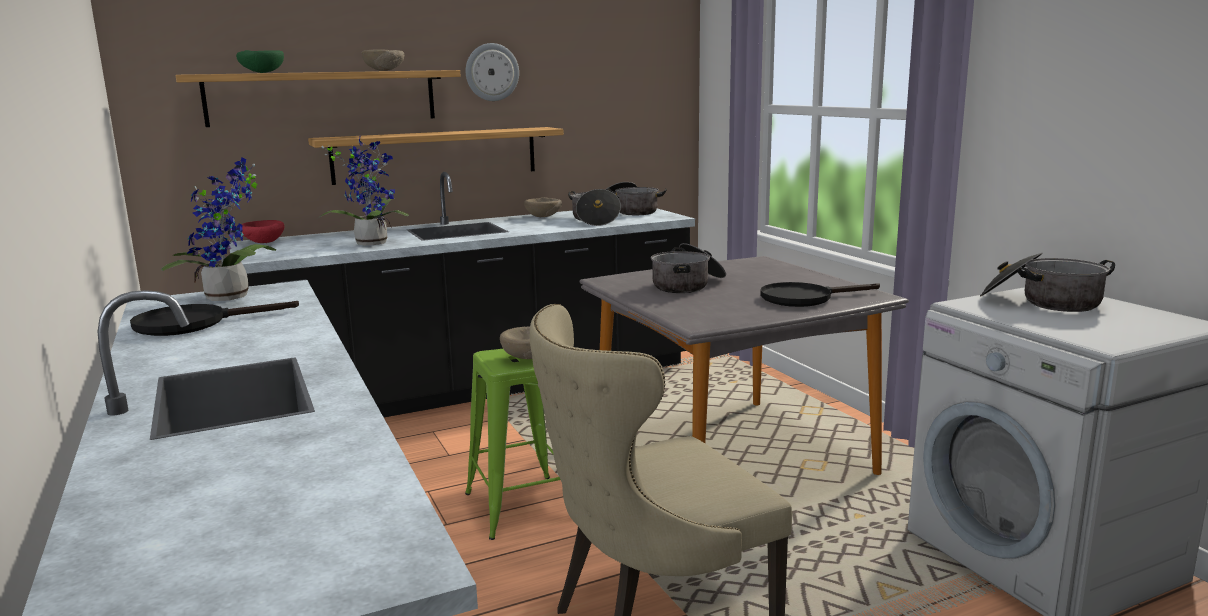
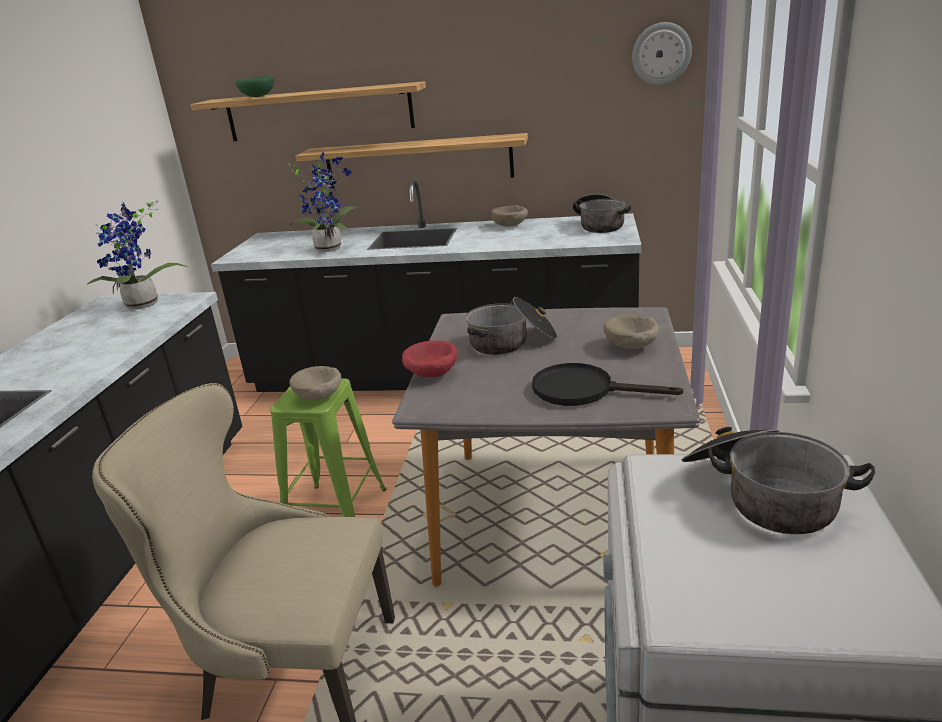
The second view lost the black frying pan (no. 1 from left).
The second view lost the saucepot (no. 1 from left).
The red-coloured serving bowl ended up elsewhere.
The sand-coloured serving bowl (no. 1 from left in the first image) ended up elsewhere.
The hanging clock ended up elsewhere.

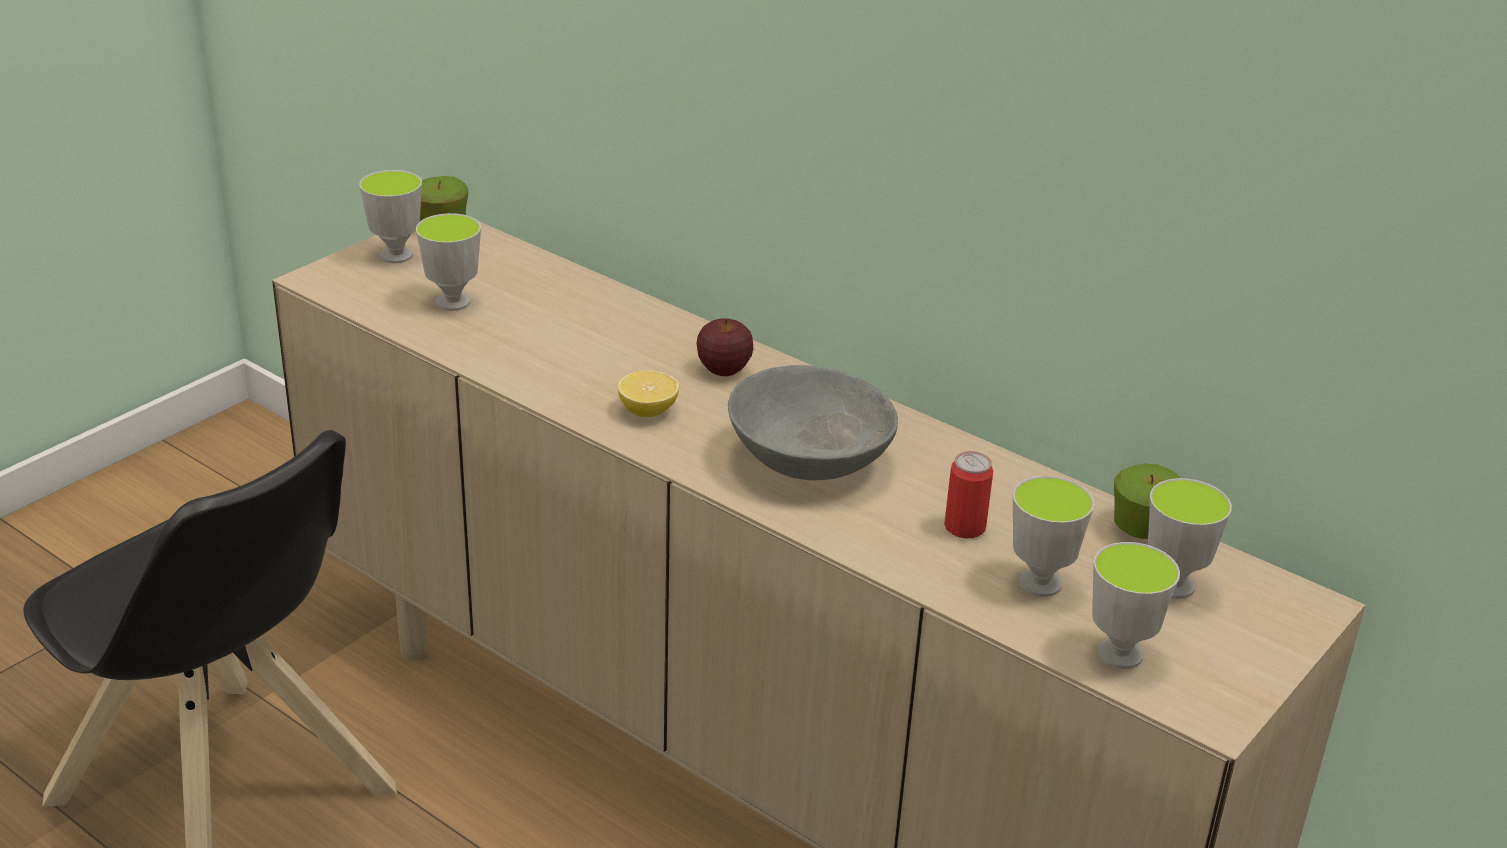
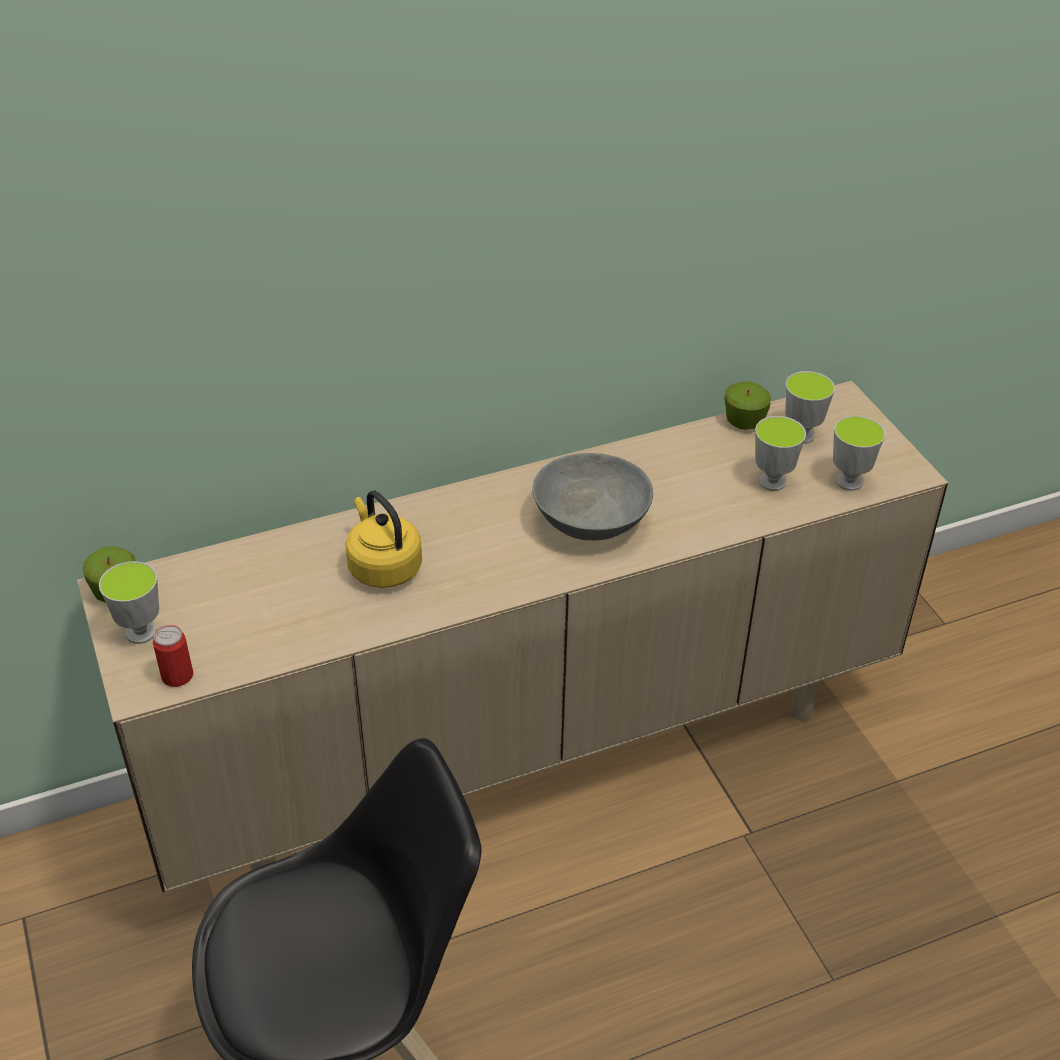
The second view lost the cup (no. 2 from left).
The second view lost the citrus fruit.
The second view lost the apple (no. 2 from left).
The second view gained the yellow water kettle.
The metal can ended up elsewhere.

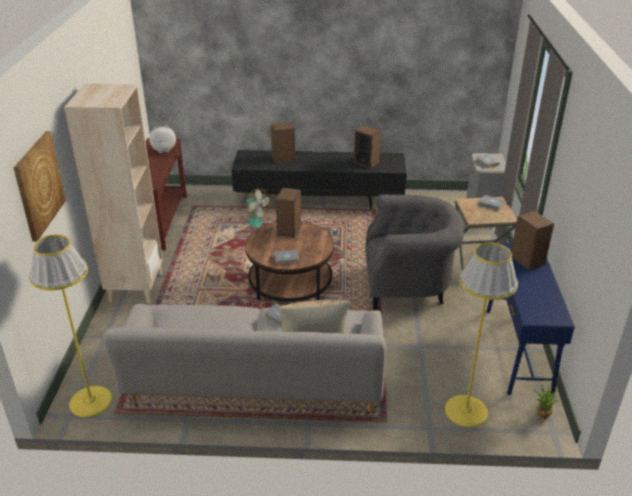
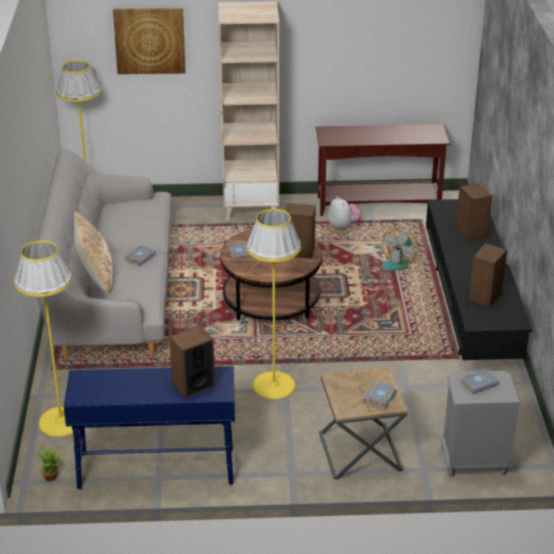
The plush toy ended up elsewhere.
Where the gray lounge chair stood, the yellow standing lamp (no. 3 from left) came to stand.

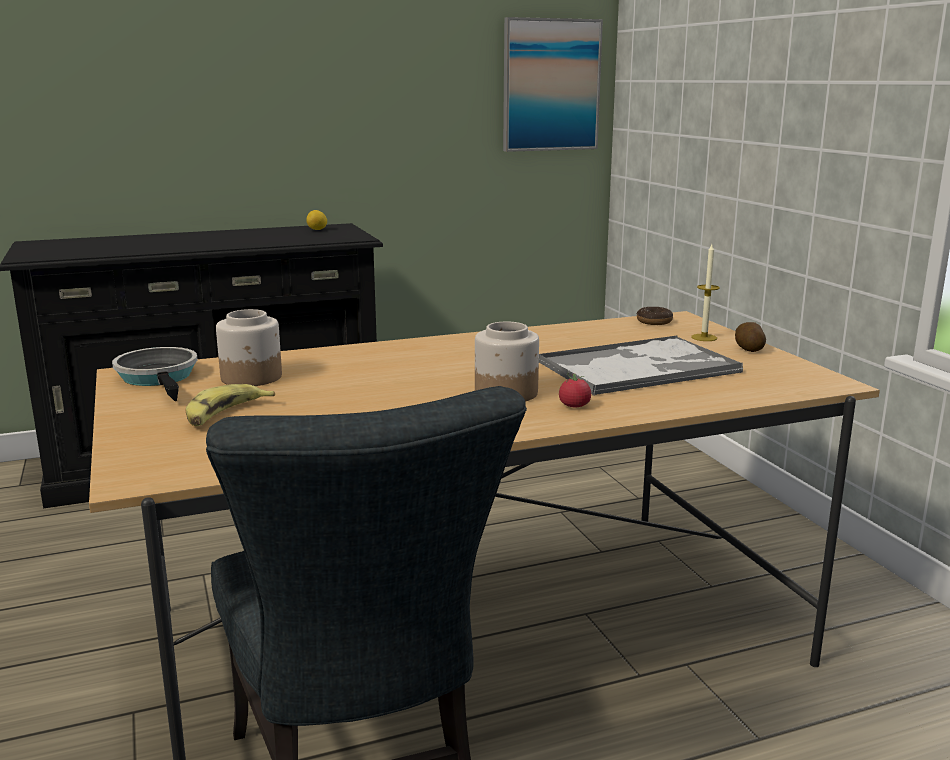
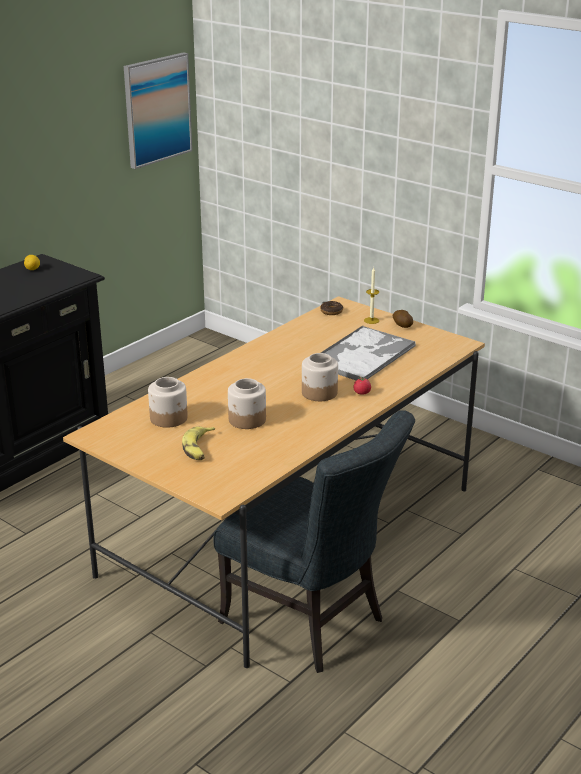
The second view lost the frying pan.
The second view gained the preserve jar (no. 2 from left).

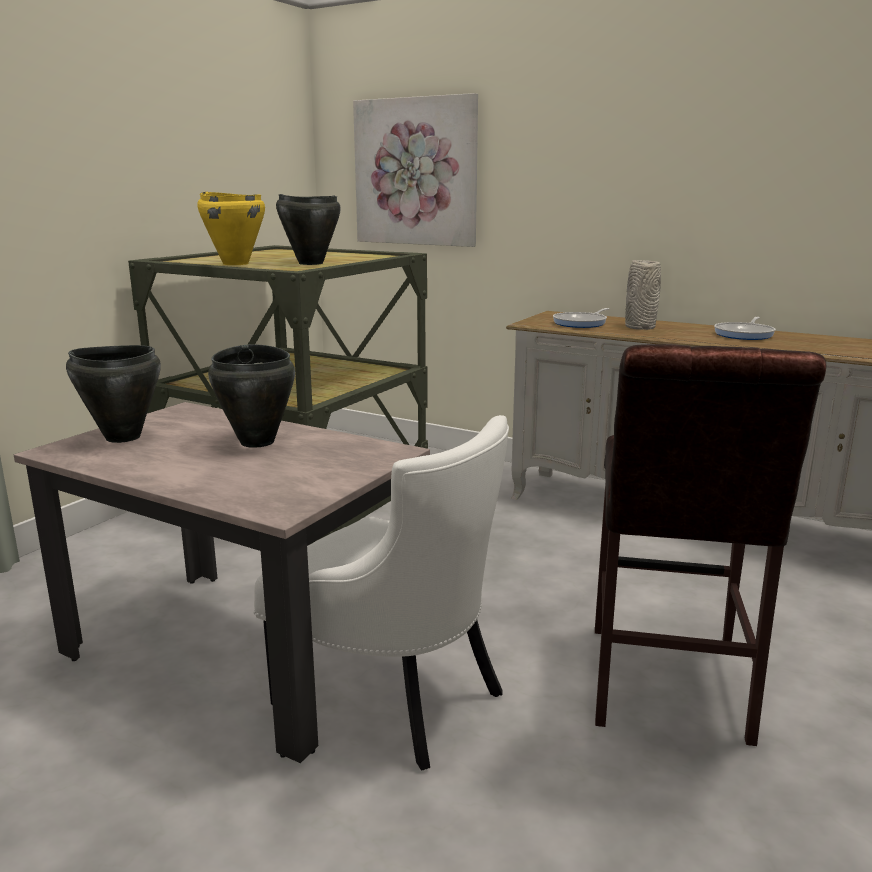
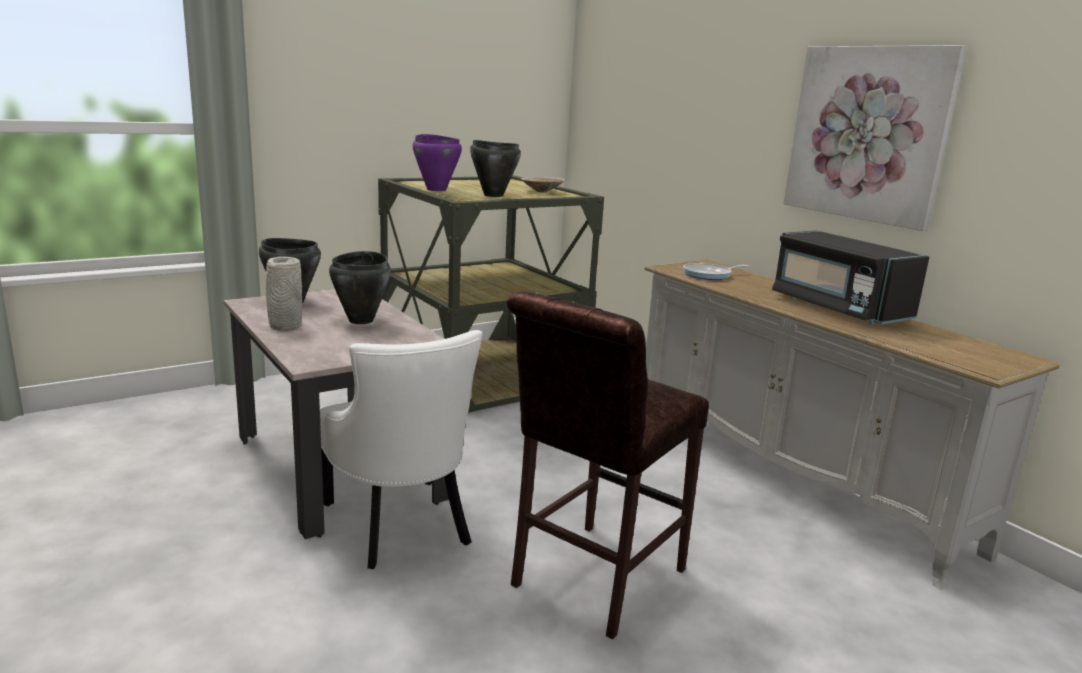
The second view gained the sand-coloured serving bowl.
The wall picture ended up elsewhere.
The gray decorative vase ended up elsewhere.
Where the frying pan (no. 2 from left) stood, the black kitchen microwave came to stand.
What was the yellow saucepot turned into the purple-coloured saucepot.

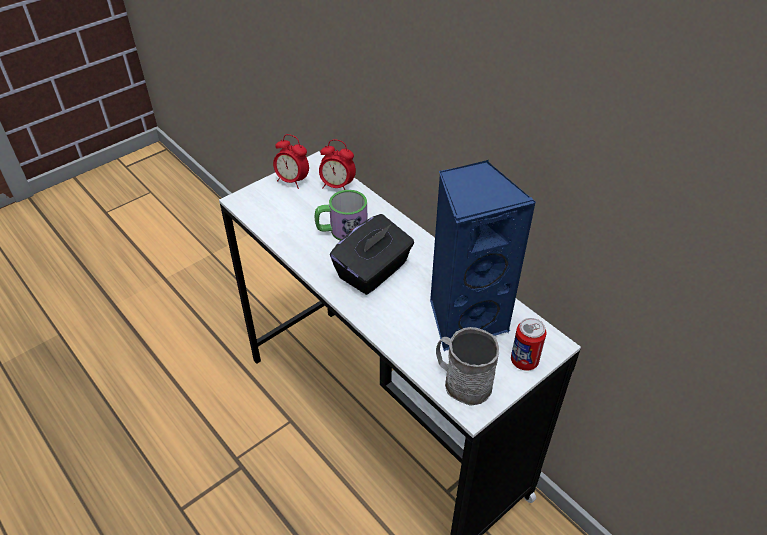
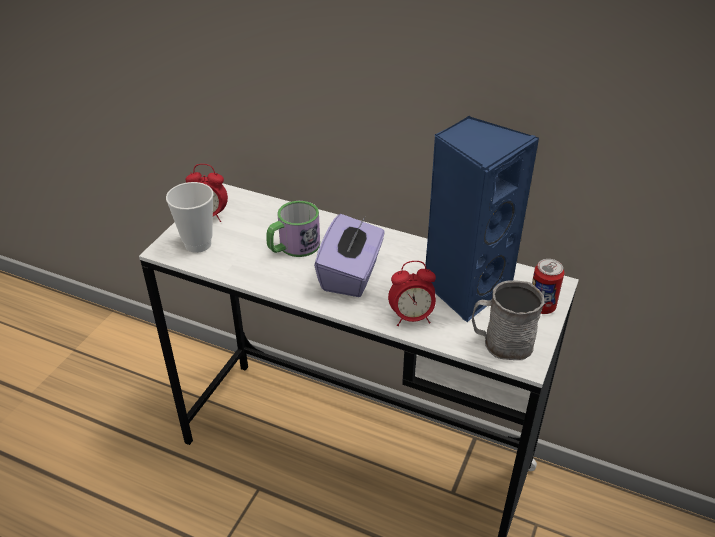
The second view gained the cup.
The table clock (no. 2 from left) ended up elsewhere.
What was the black tissue box turned into the purple-coloured tissue box.

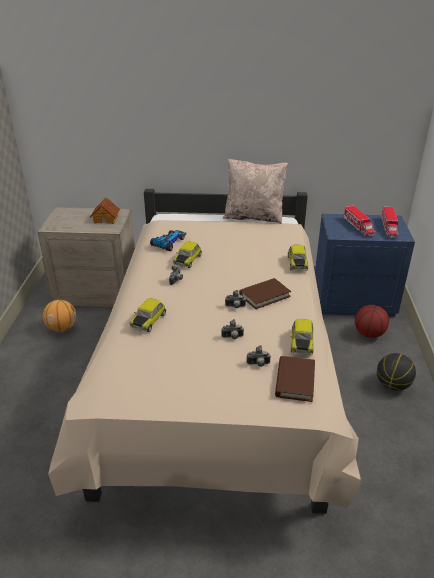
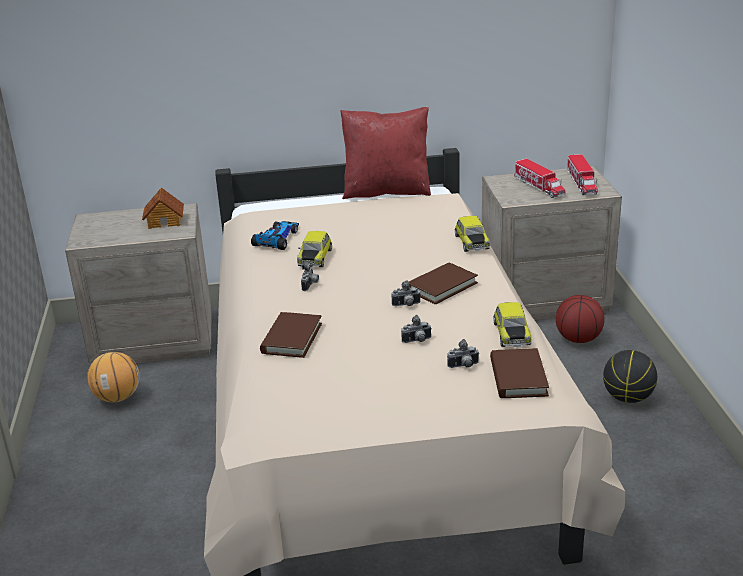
Where the miniature car (no. 1 from left) stood, the brown volume (no. 1 from left) came to stand.
What was the sand-coloured pillow turned into the red-coloured pillow.
What was the blue night table turned into the sand-coloured night table (no. 2 from left).

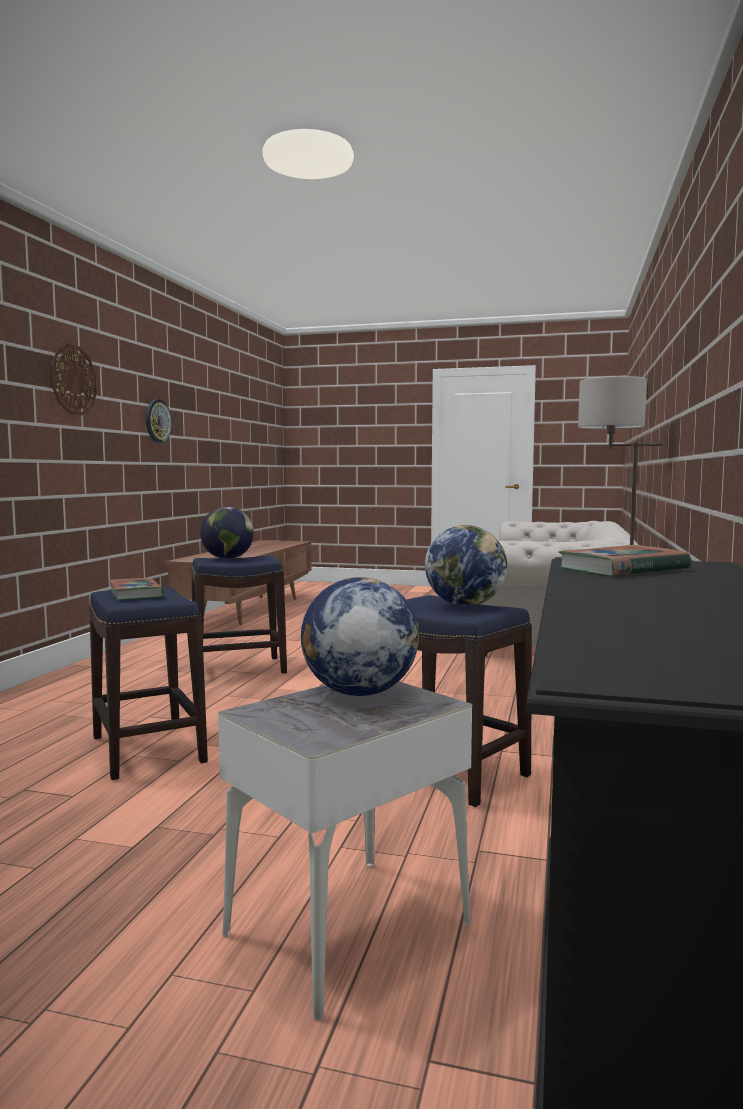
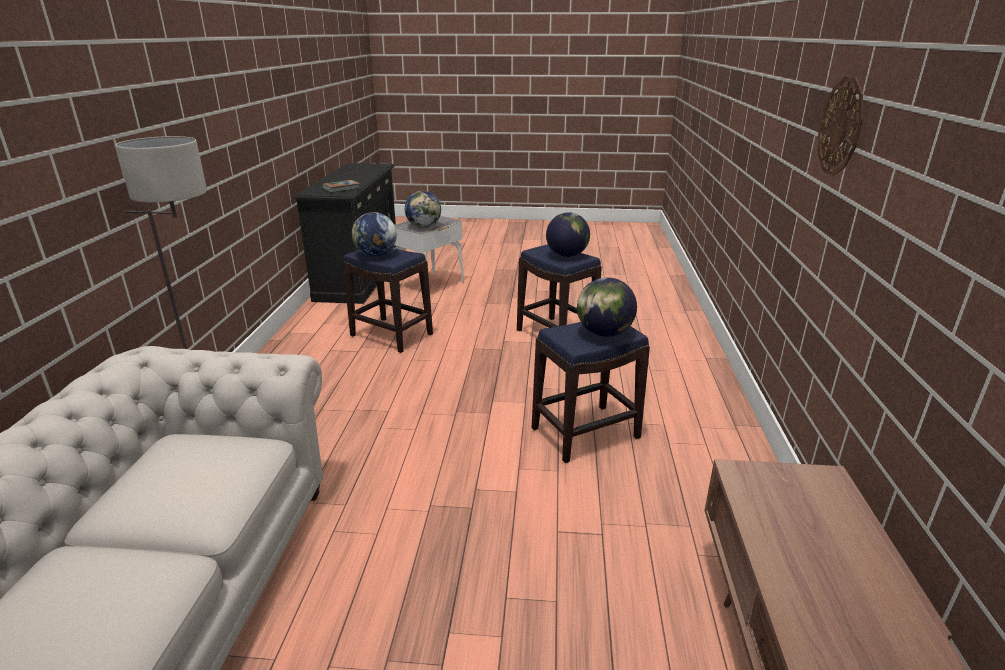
The second view lost the hanging clock (no. 2 from left).
Where the volume (no. 1 from left) stood, the desk globe (no. 3 from left) came to stand.

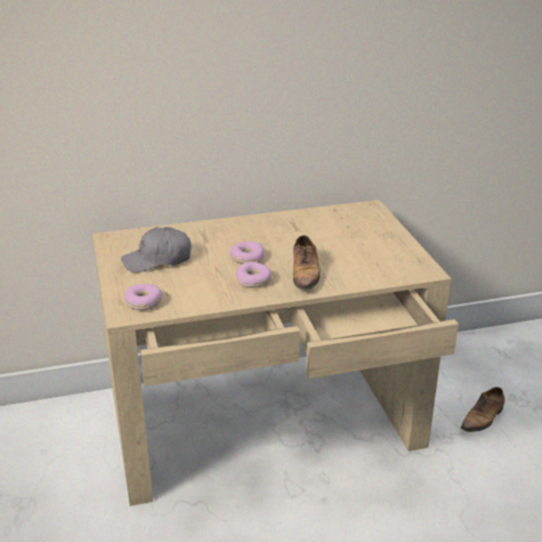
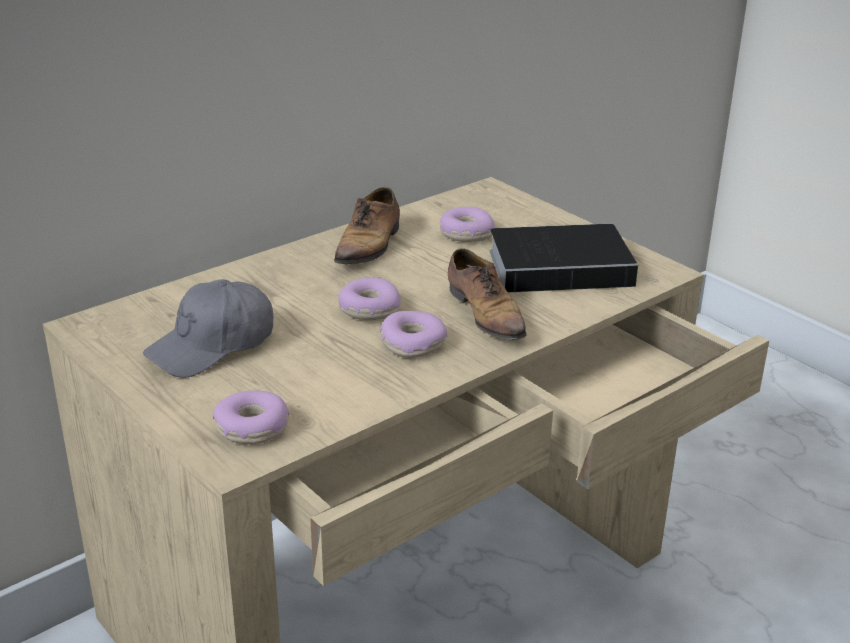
The second view gained the doughnut (no. 4 from left).
The second view gained the volume.
The item of footwear (no. 2 from left in the first image) ended up elsewhere.

